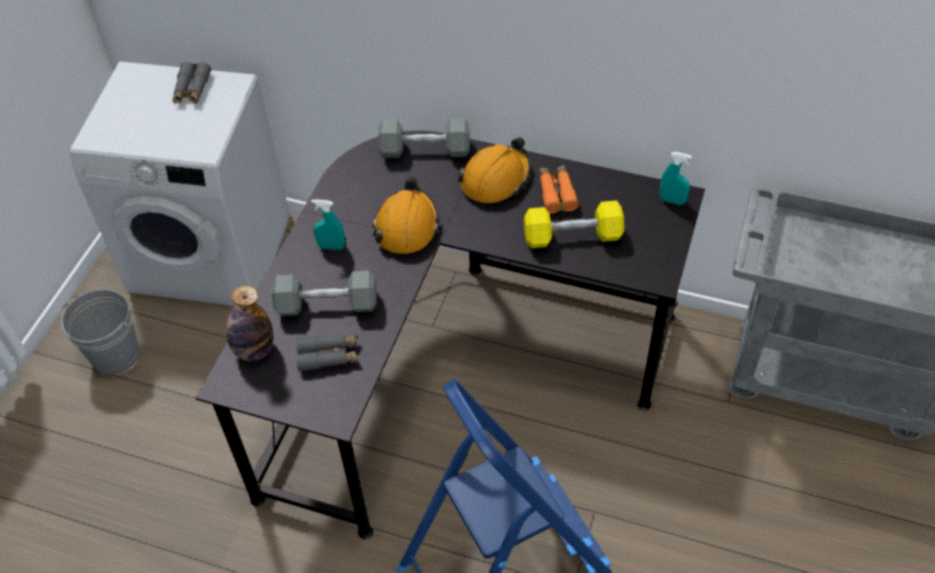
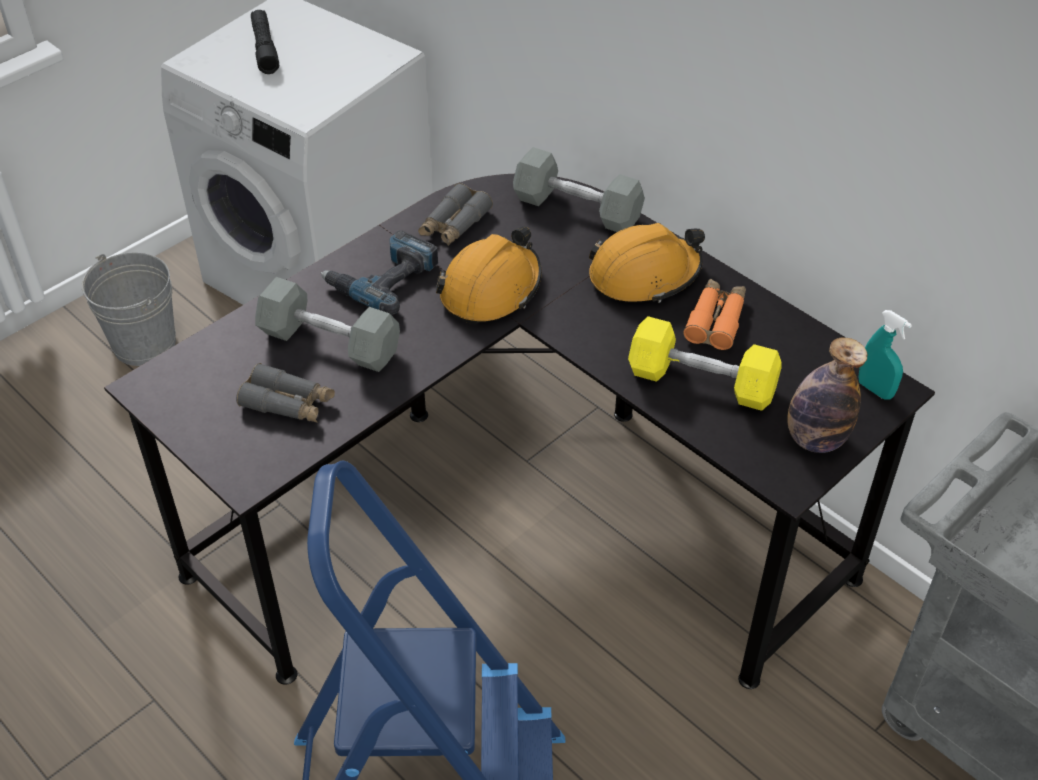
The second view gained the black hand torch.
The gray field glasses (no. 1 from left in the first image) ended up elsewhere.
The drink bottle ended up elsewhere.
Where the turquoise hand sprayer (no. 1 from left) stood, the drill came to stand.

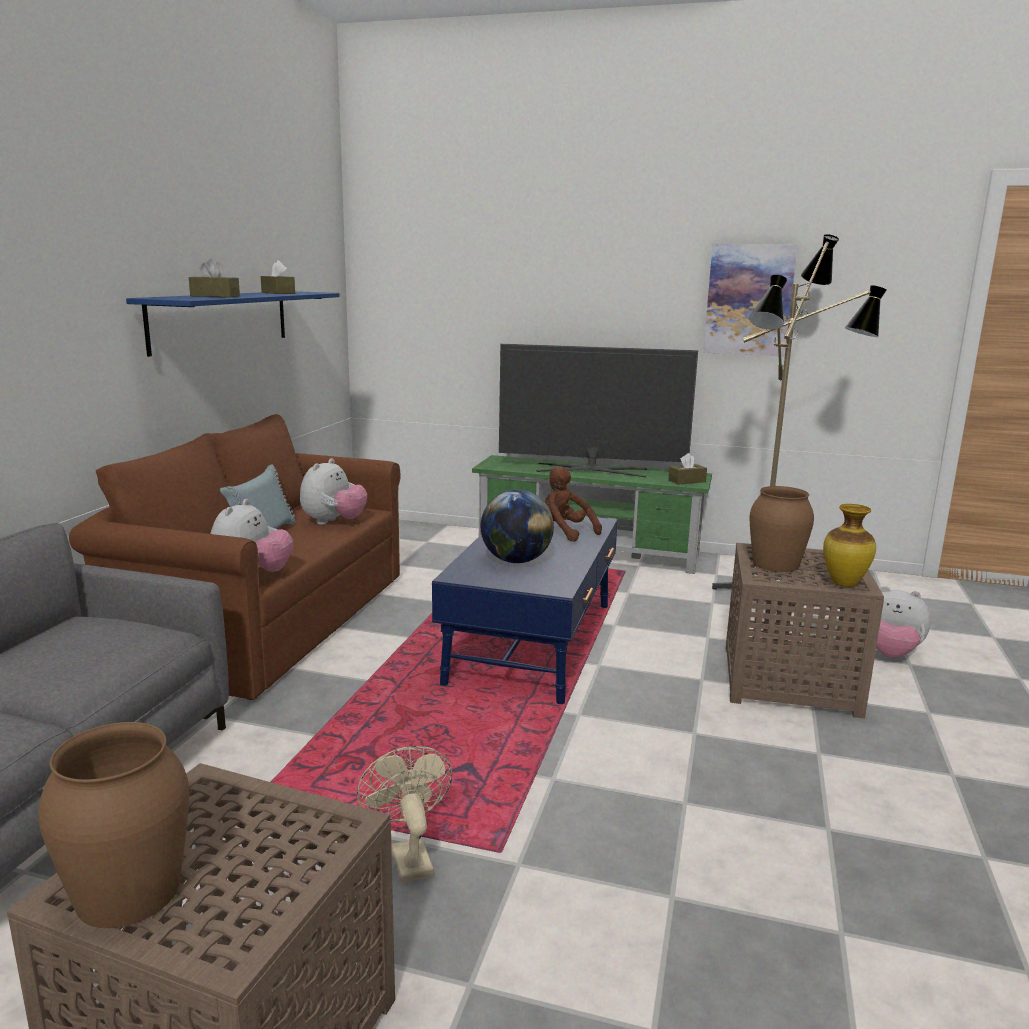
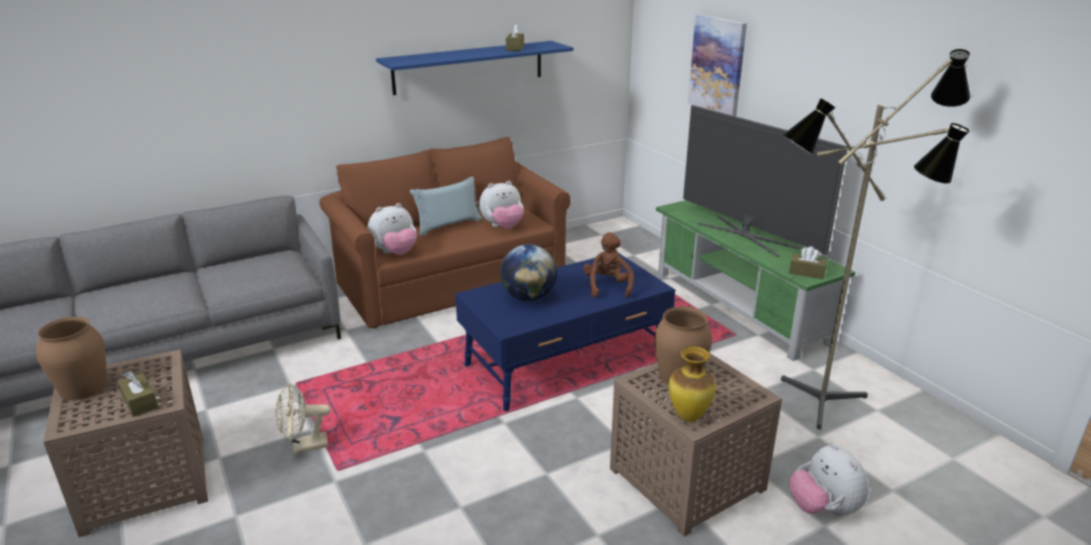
The brown tissue box (no. 1 from left) ended up elsewhere.
The wall picture ended up elsewhere.
The sand-coloured electric fan ended up facing another way, 135 degrees counterclockwise from before.

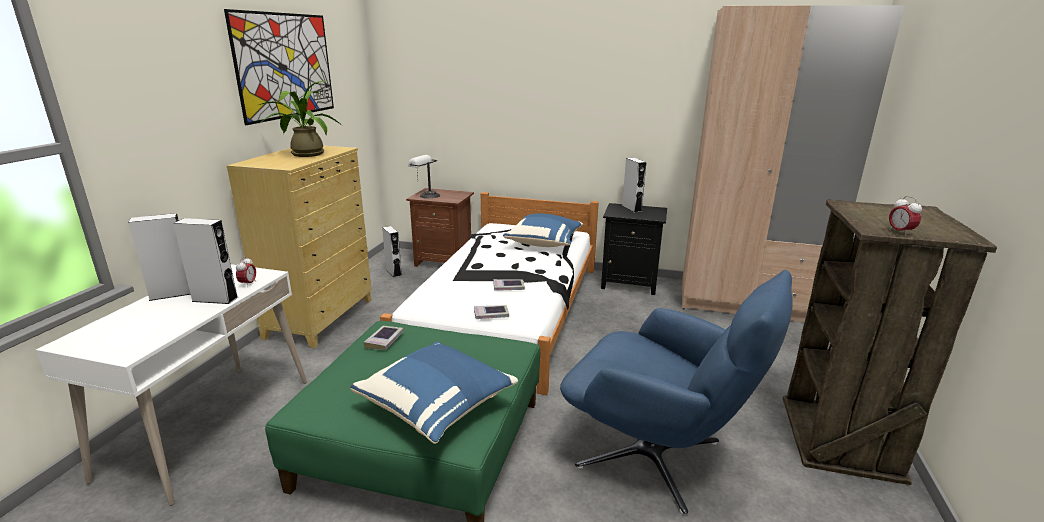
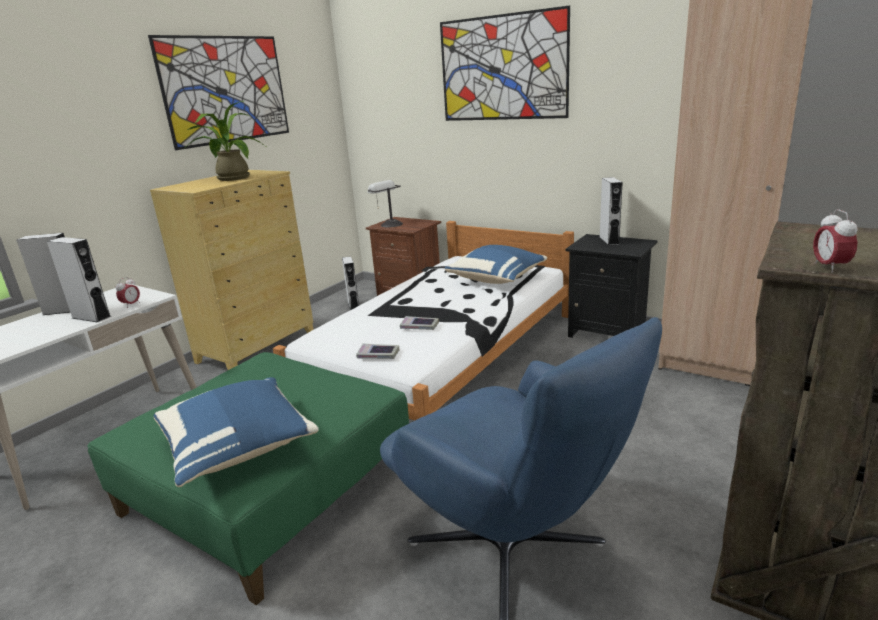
The second view lost the volume (no. 1 from left).
The second view gained the wall picture (no. 2 from left).

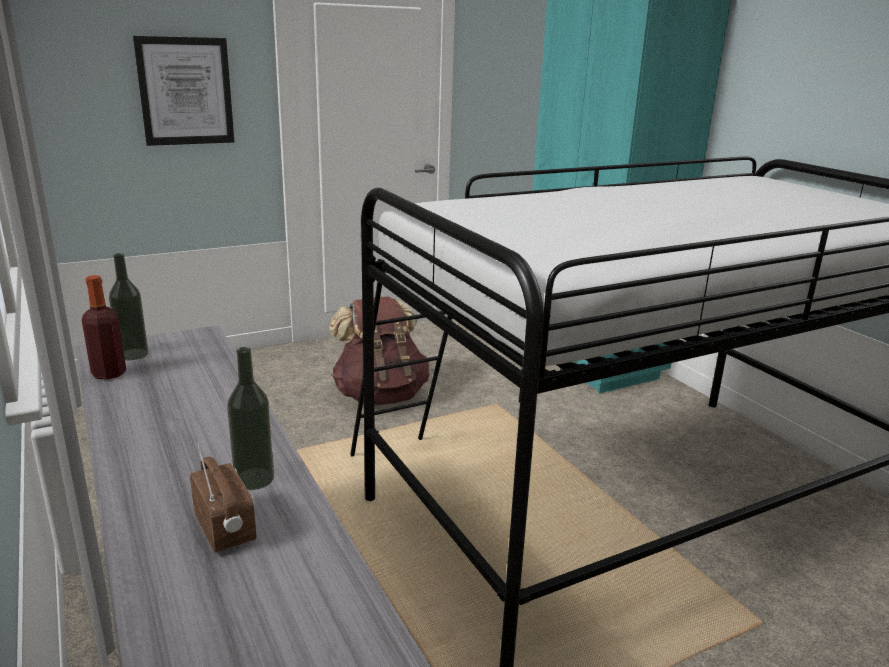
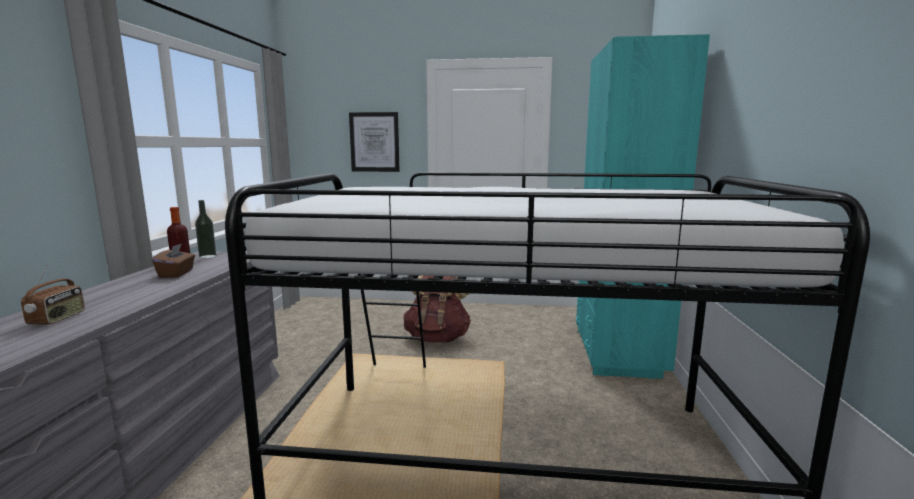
The second view lost the drink bottle (no. 3 from left).
The second view gained the brown tissue box.

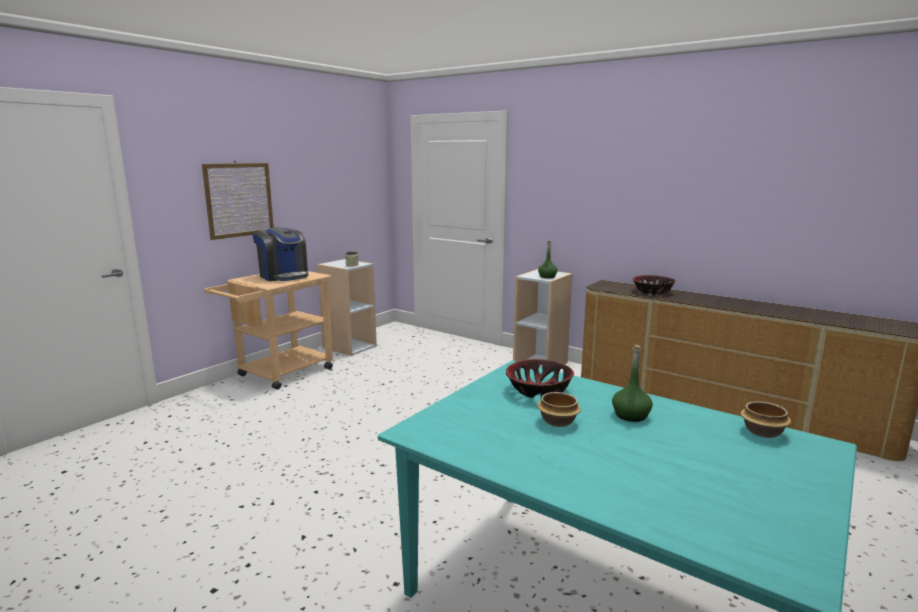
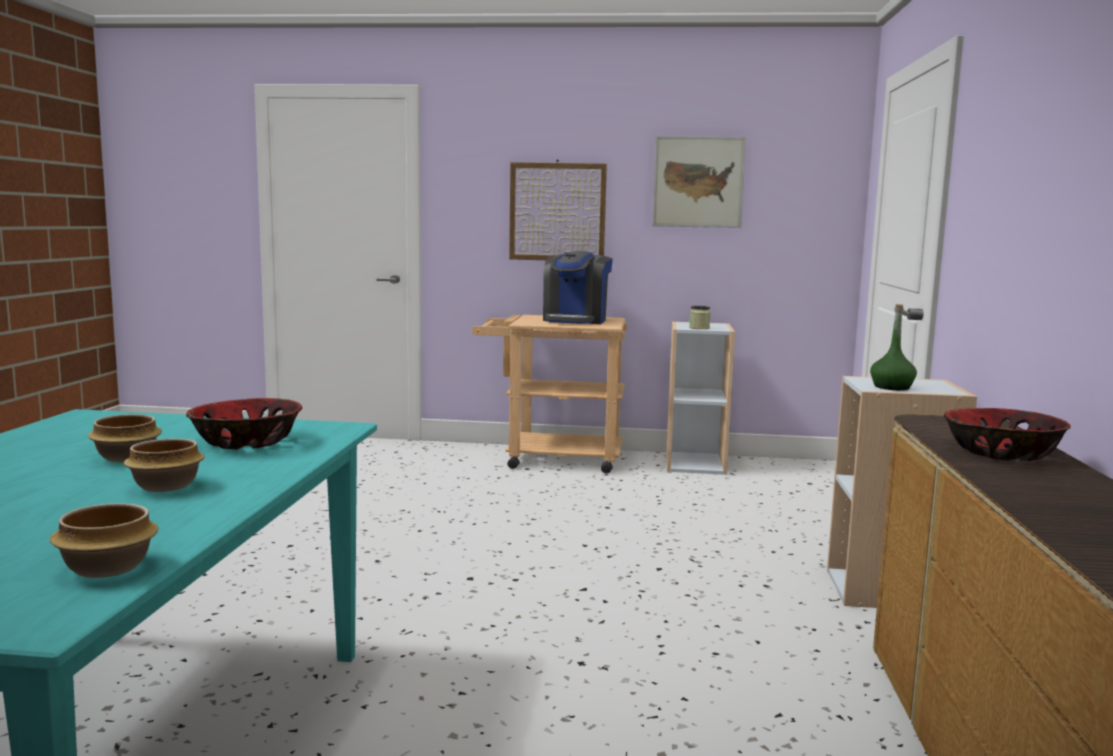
The second view gained the wall picture (no. 2 from left).
Where the greenish drink bottle (no. 2 from left) stood, the serving bowl (no. 3 from left) came to stand.

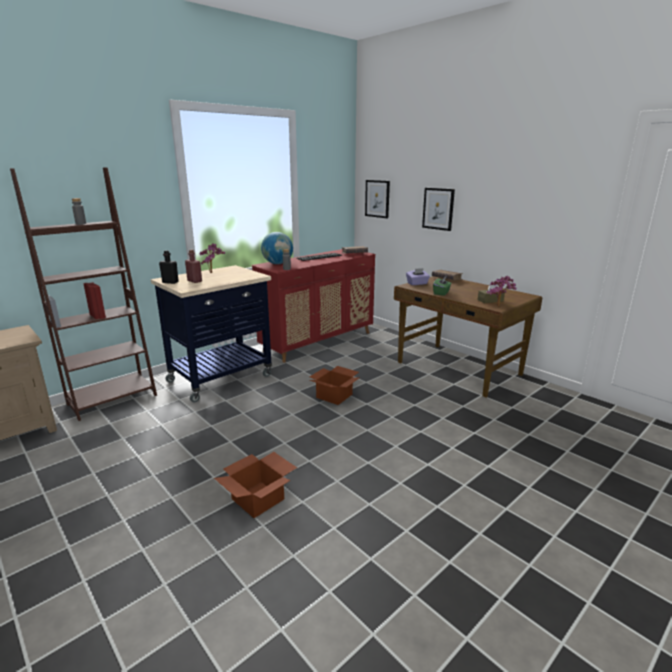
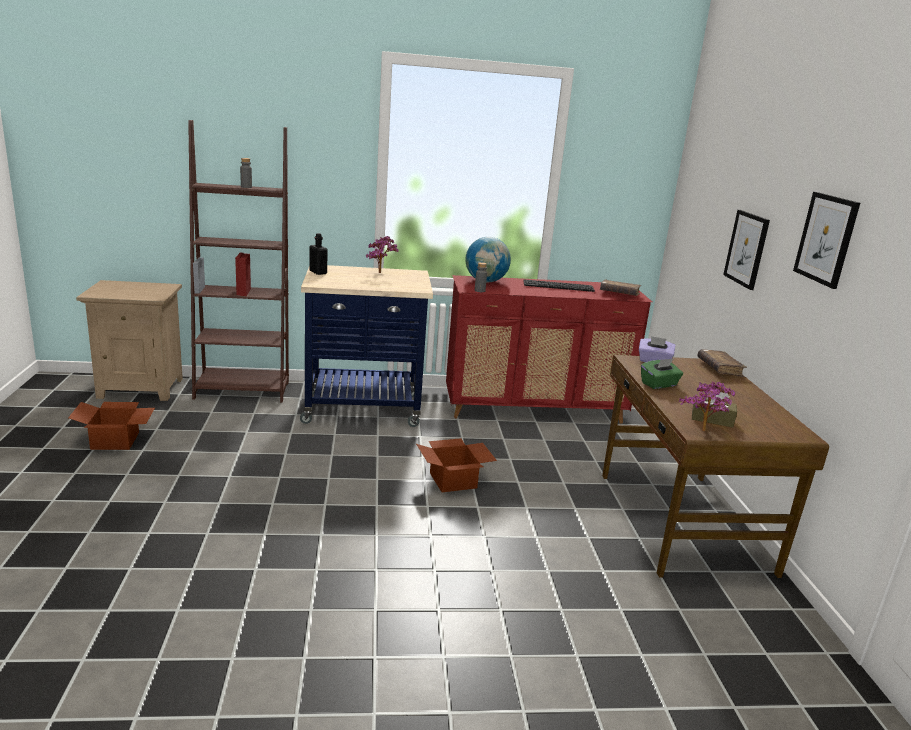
The second view lost the red-coloured drink bottle.
The packing box (no. 1 from left) ended up elsewhere.
The wall picture (no. 1 from left in the first image) ended up elsewhere.

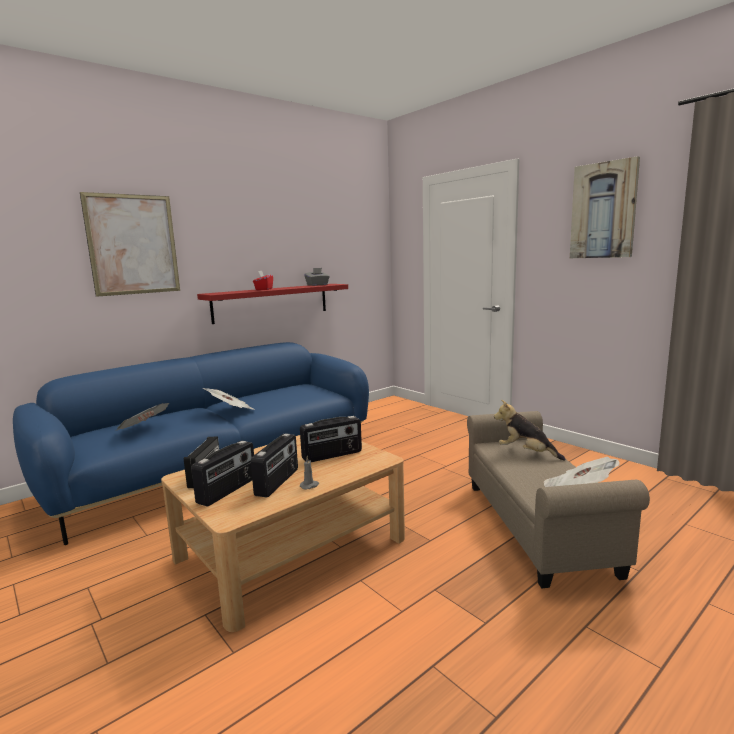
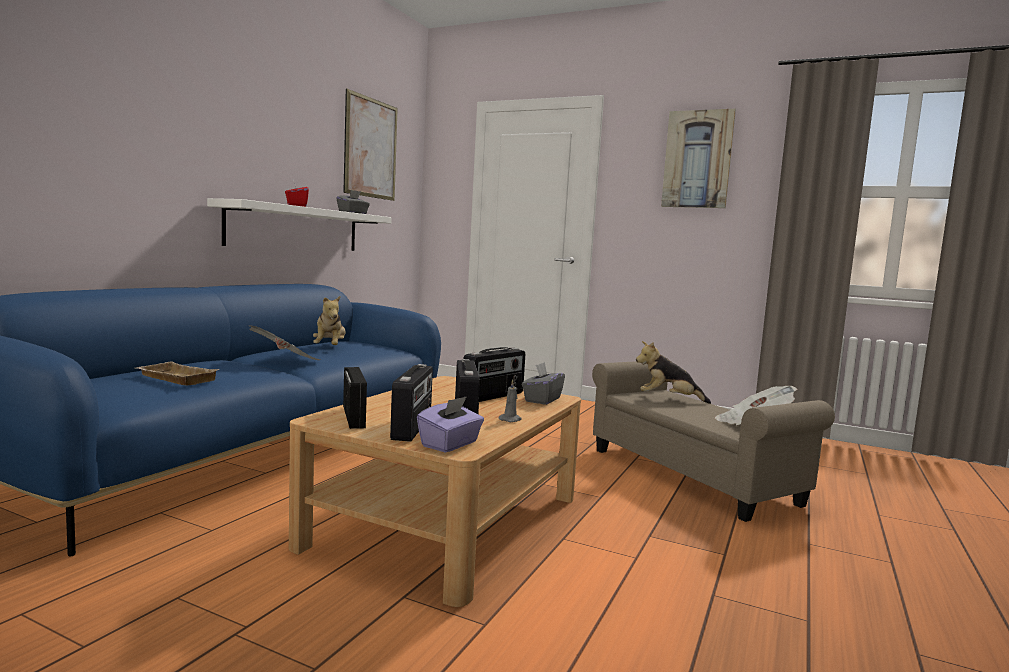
The second view gained the plush toy (no. 1 from left).
The second view gained the purple-coloured tissue box.
The second view gained the gray tissue box (no. 2 from left).
The wall picture (no. 1 from left) ended up elsewhere.
Where the printed paper (no. 1 from left) stood, the sand-coloured carrying tray came to stand.
What was the red-coloured bracket shelf turned into the white bracket shelf.

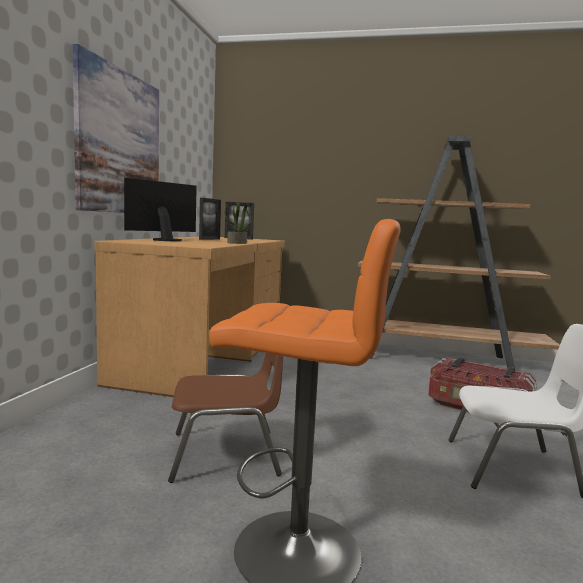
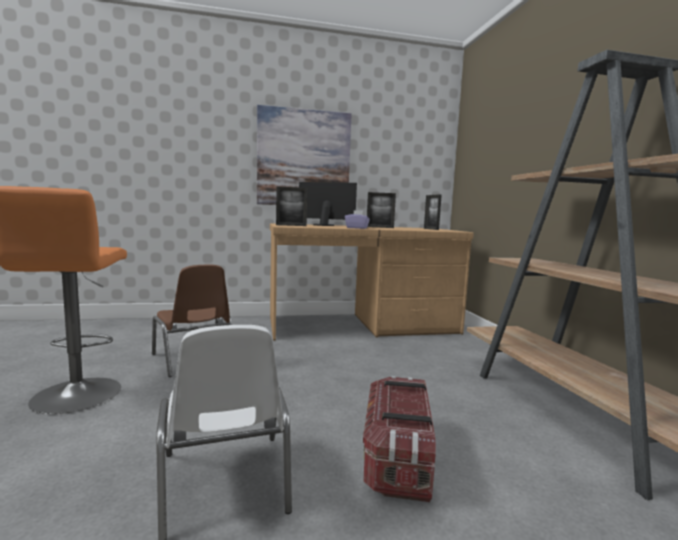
The second view gained the picture frame (no. 1 from left).
Where the potted plant stood, the purple-coloured tissue box came to stand.

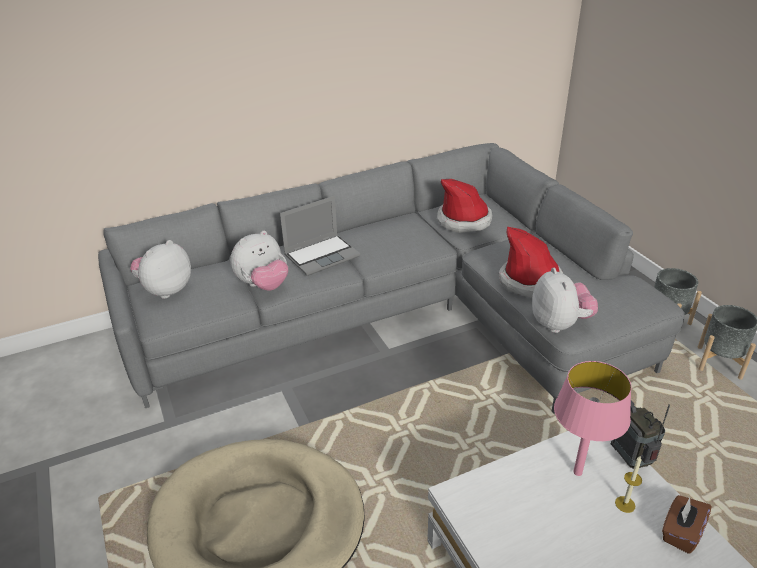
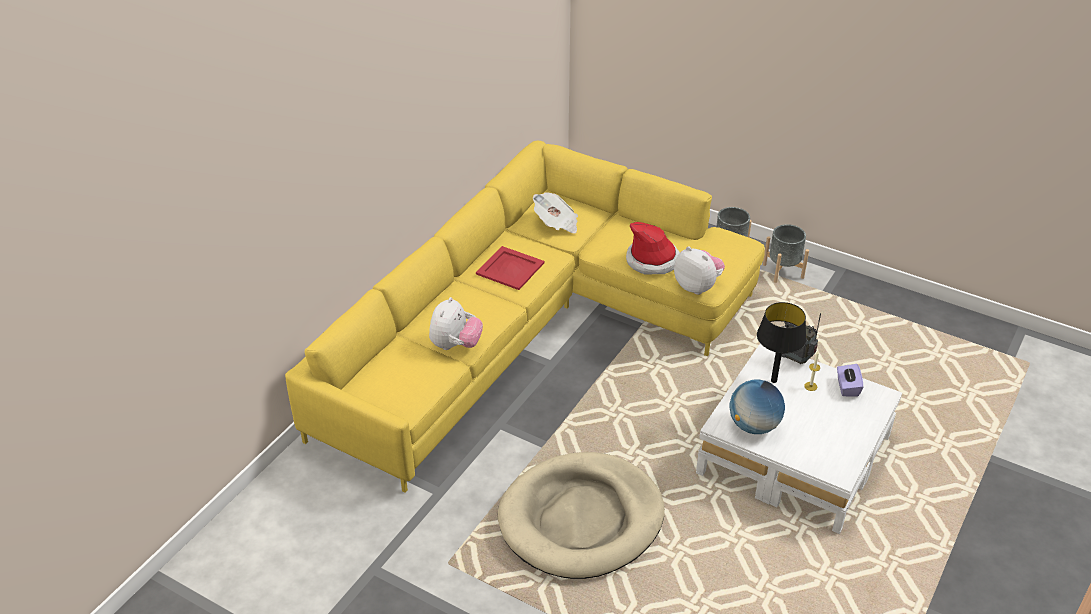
The second view lost the plush toy (no. 1 from left).
The second view lost the notebook computer.
The second view gained the red-coloured carrying tray.
The second view gained the desk globe.
Where the wearable hat (no. 1 from left) stood, the printed paper came to stand.
What was the gray settee turned into the yellow settee.
What was the pinkish lamp for a table turned into the black lamp for a table.
What was the brown tissue box turned into the purple-coloured tissue box.

